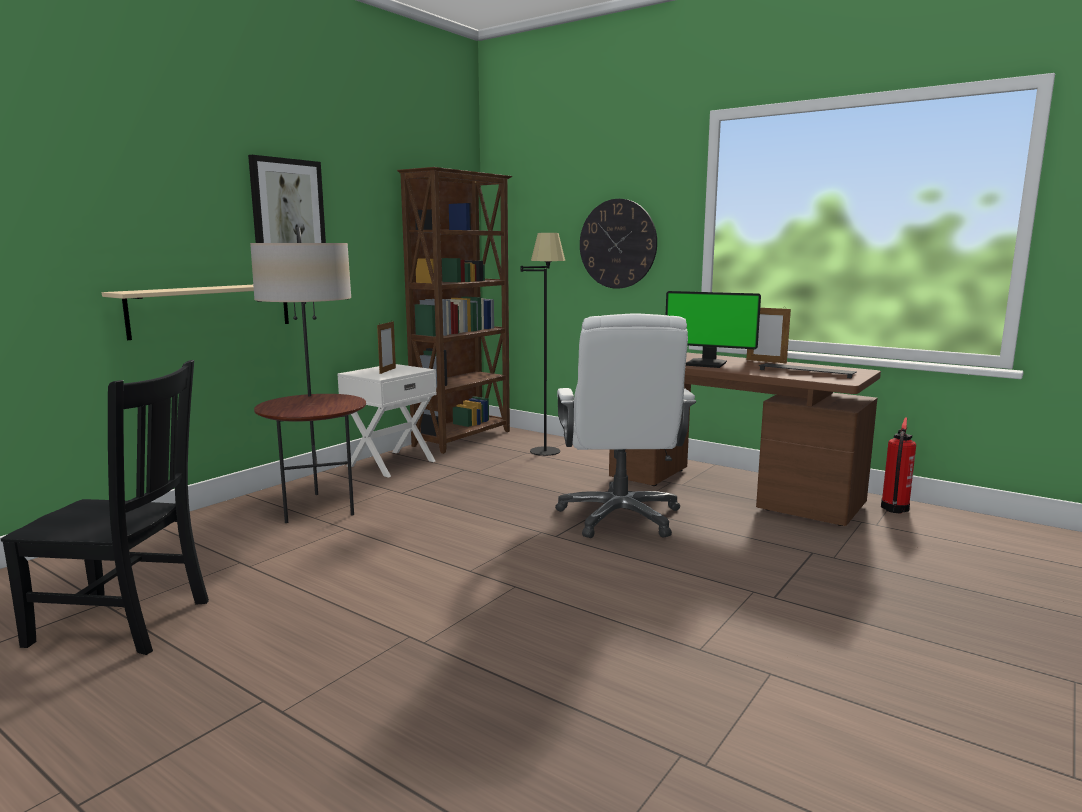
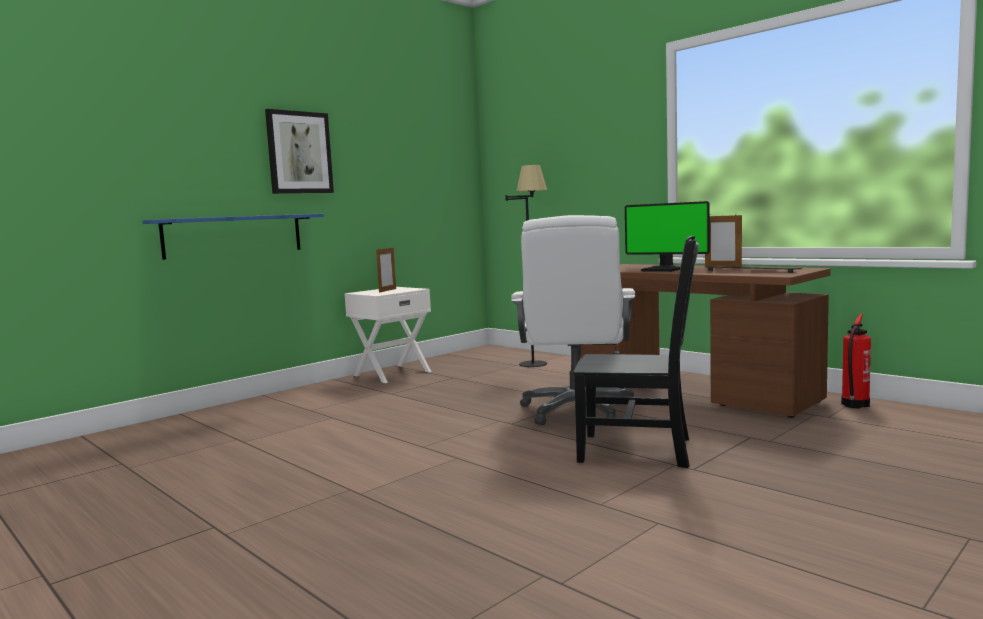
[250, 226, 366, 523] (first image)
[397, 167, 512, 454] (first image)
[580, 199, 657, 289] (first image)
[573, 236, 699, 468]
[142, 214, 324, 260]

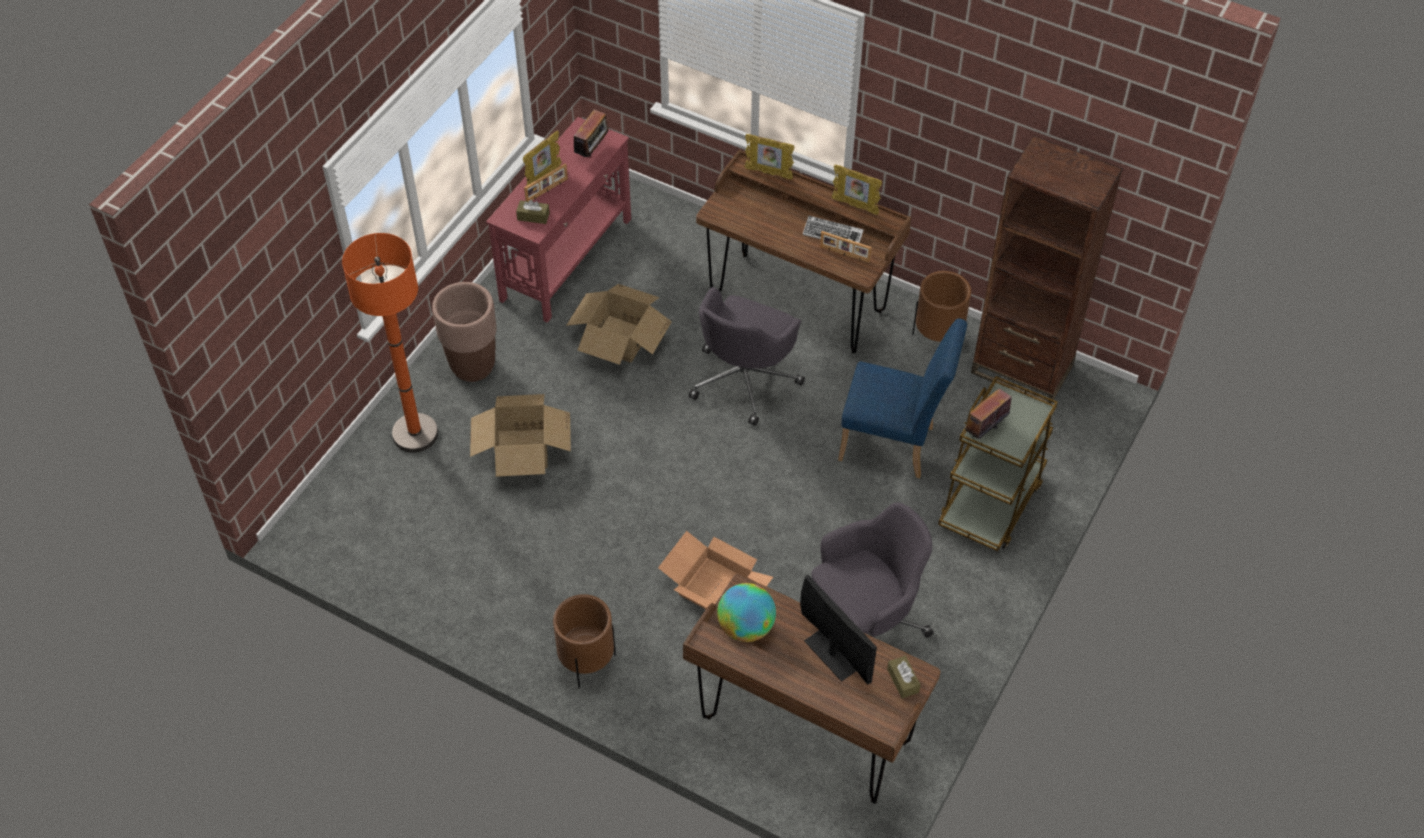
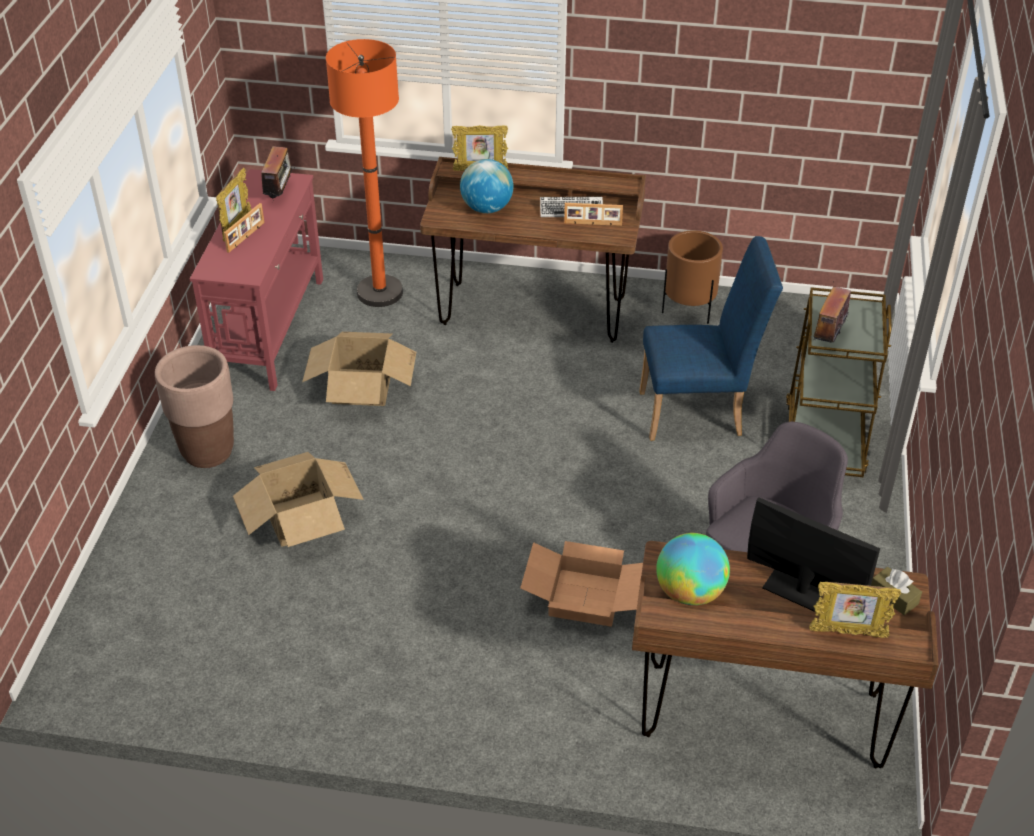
[516, 200, 550, 224] (first image)
[553, 594, 616, 689] (first image)
[689, 287, 805, 426] (first image)
[971, 136, 1123, 404] (first image)
[460, 159, 514, 213]
[326, 39, 403, 307]
[809, 582, 901, 638]

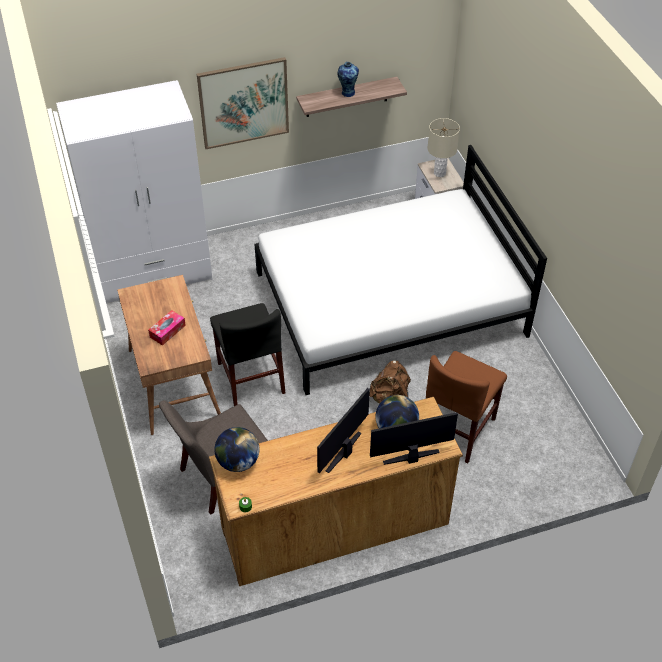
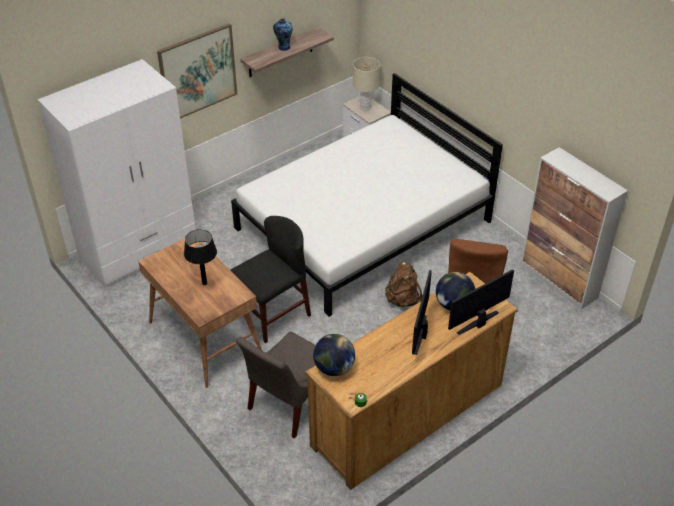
[521, 147, 628, 310]
[184, 229, 217, 285]
[230, 216, 311, 343]

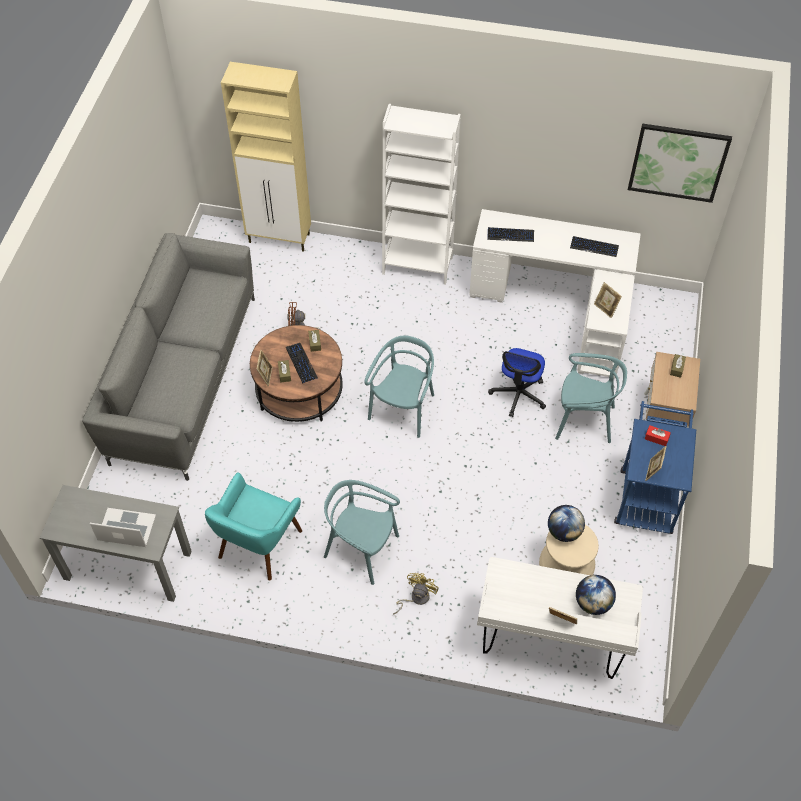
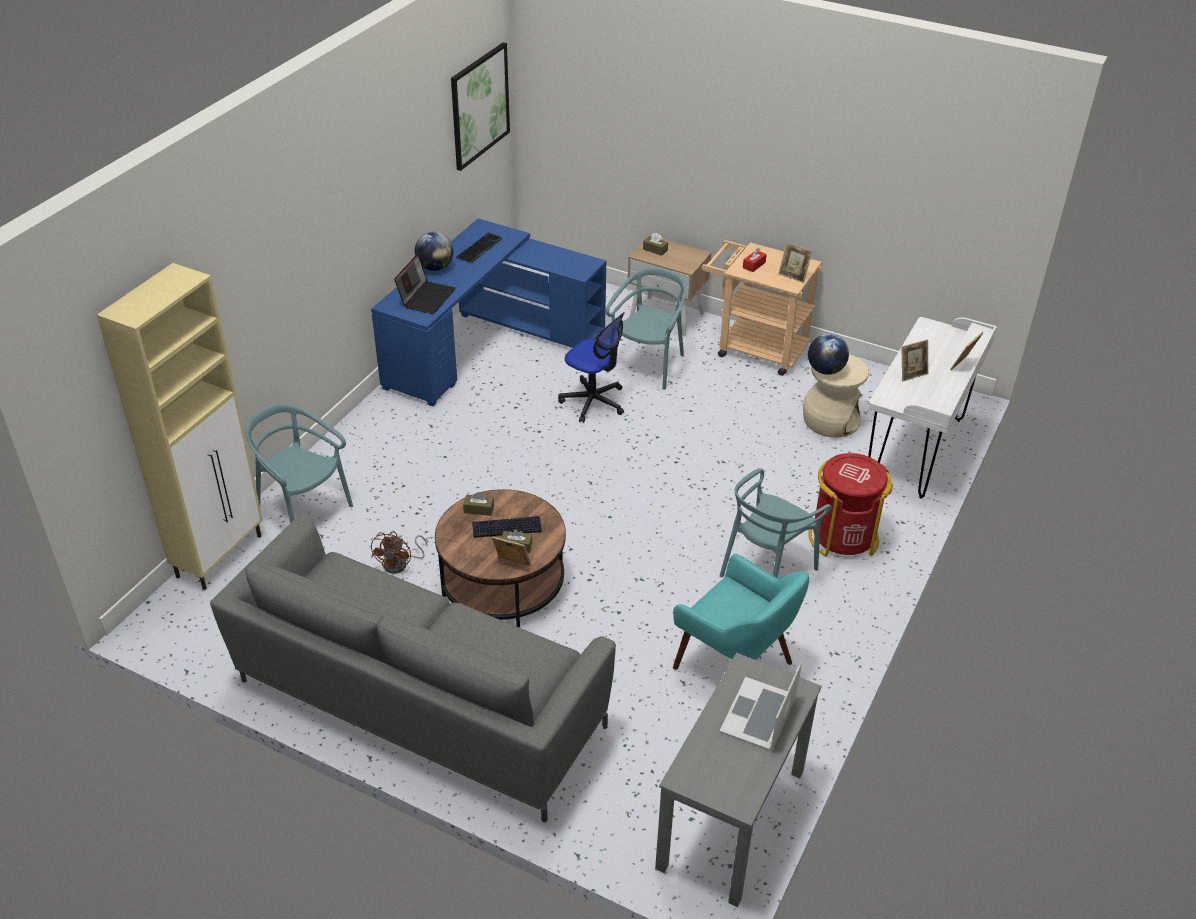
[382, 104, 461, 285] (first image)
[246, 404, 353, 523]
[415, 232, 453, 271]
[902, 340, 928, 381]
[808, 453, 893, 556]
[394, 254, 455, 314]
[371, 218, 606, 406]
[701, 240, 822, 376]

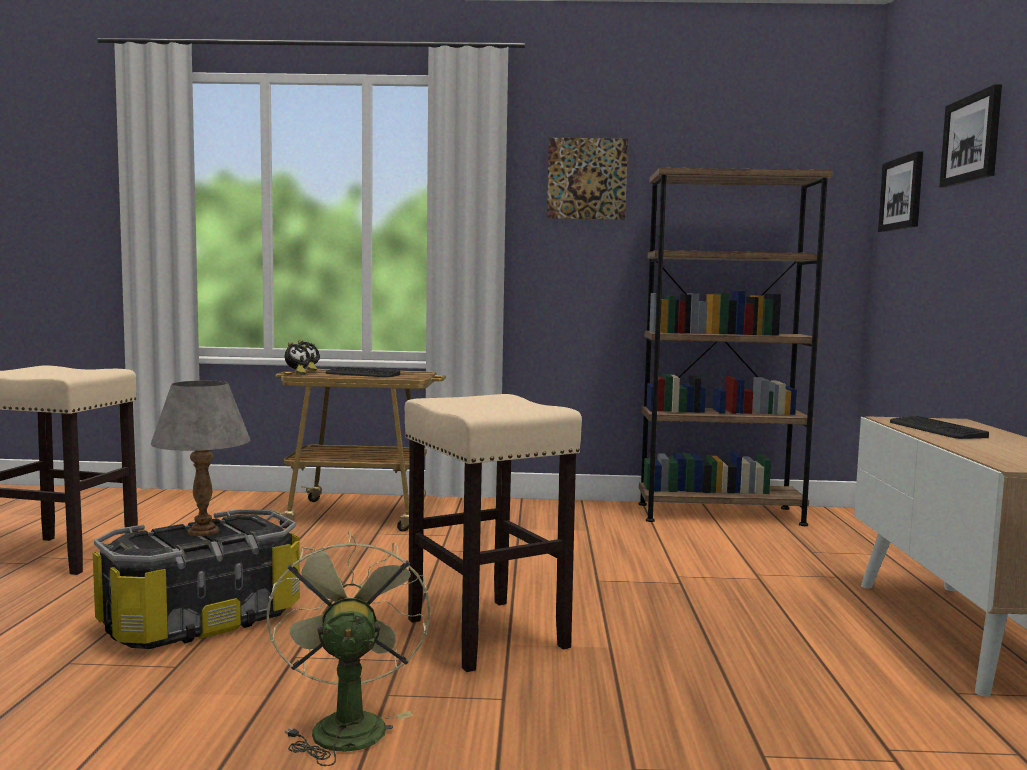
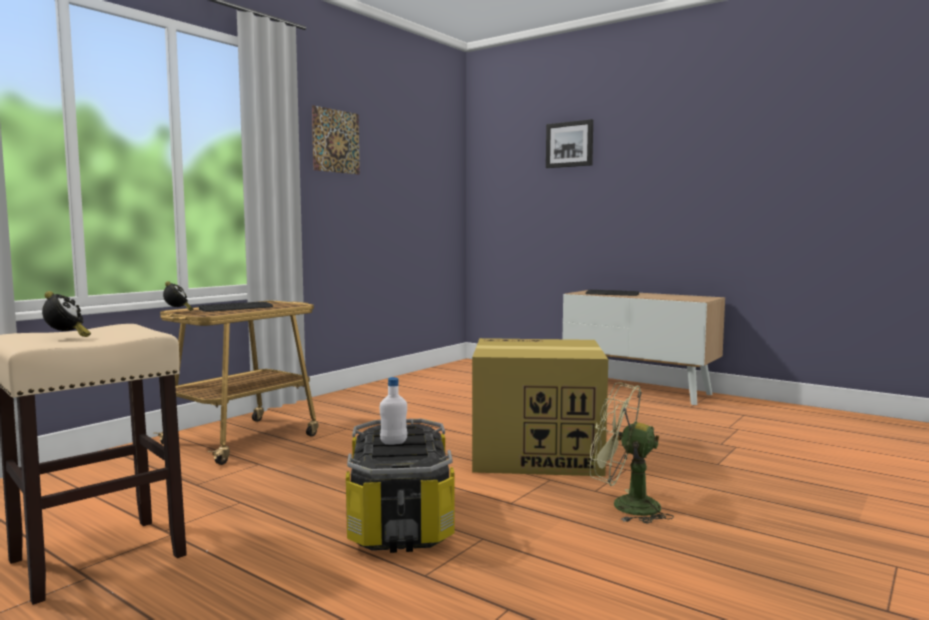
[638, 167, 832, 526] (first image)
[878, 151, 923, 232] (first image)
[42, 291, 91, 337]
[380, 377, 407, 445]
[472, 338, 608, 476]

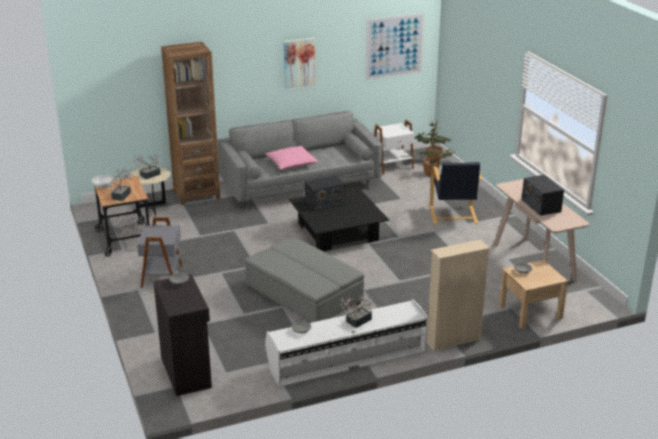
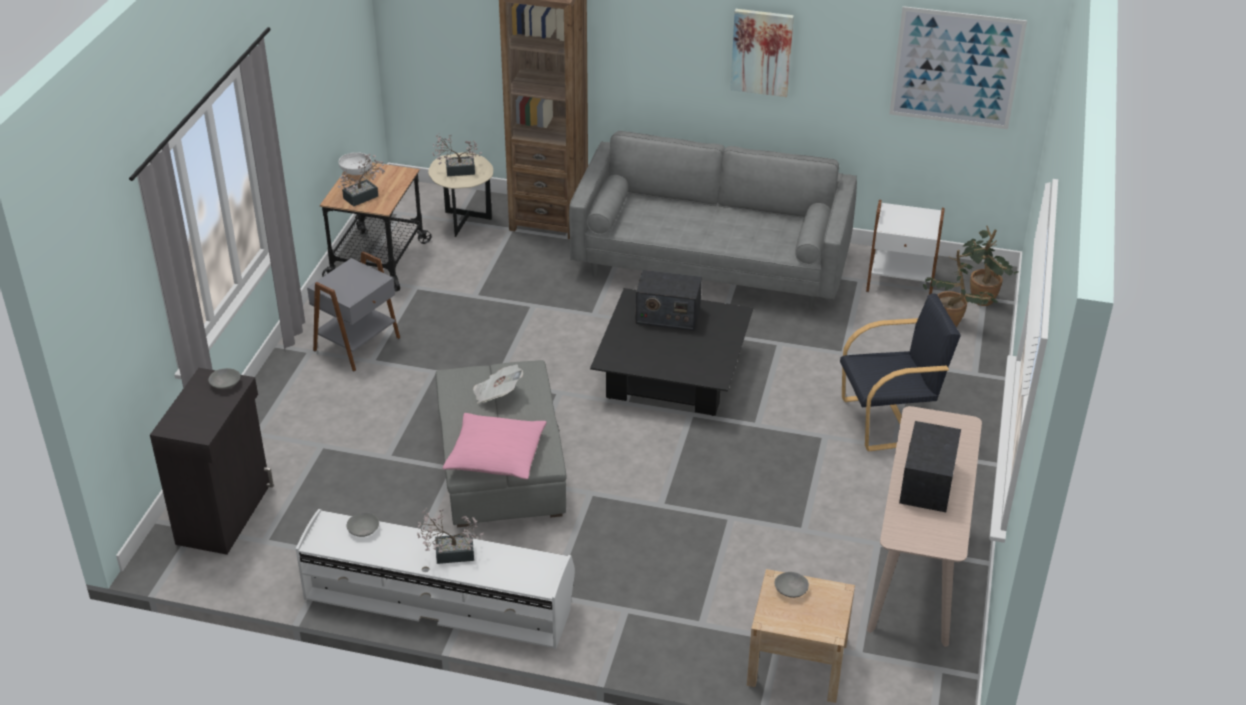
[427, 240, 490, 351] (first image)
[473, 364, 523, 403]
[442, 413, 547, 479]
[840, 293, 961, 451]

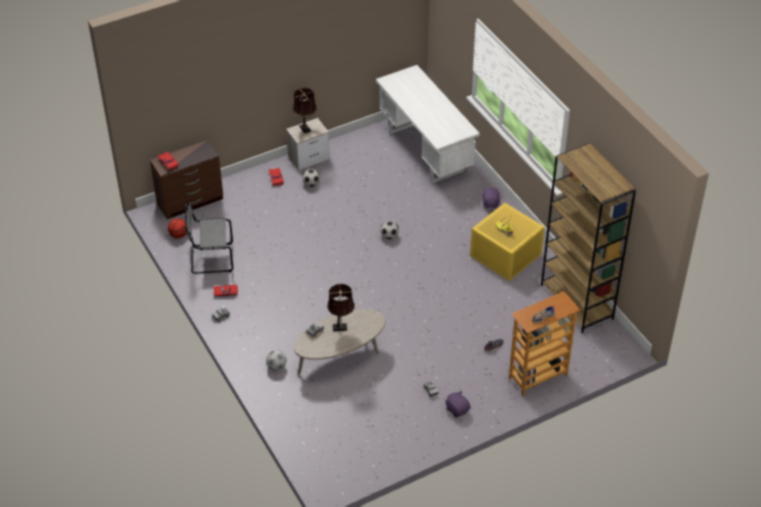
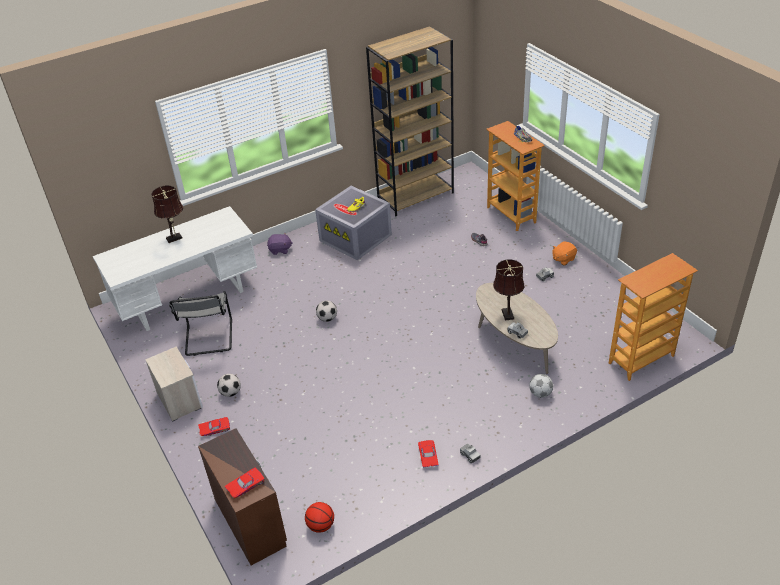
[609, 253, 698, 381]
[169, 291, 232, 356]
[151, 185, 183, 243]
[552, 241, 577, 266]
[315, 186, 392, 260]

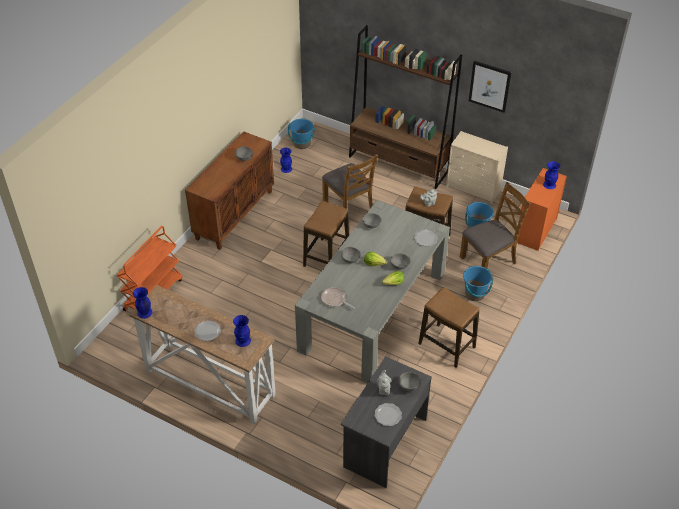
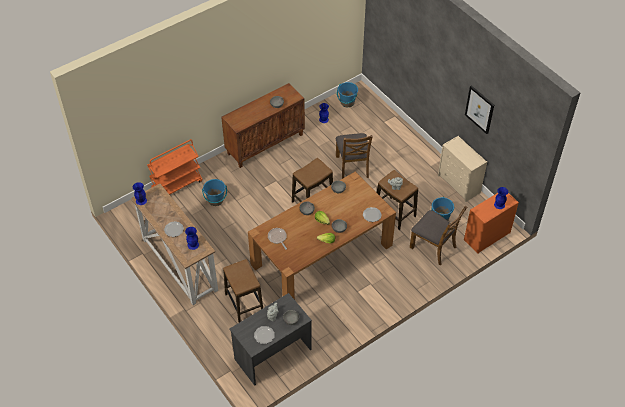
[349, 25, 462, 189] (first image)
[223, 259, 263, 322]
[202, 179, 227, 206]
[248, 171, 396, 300]
[410, 206, 467, 265]

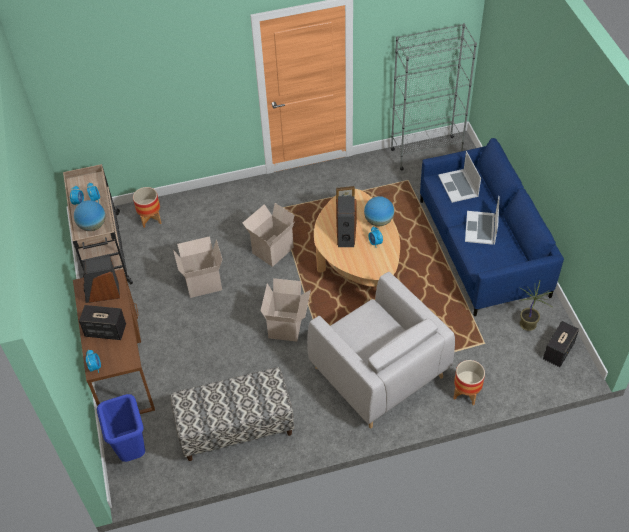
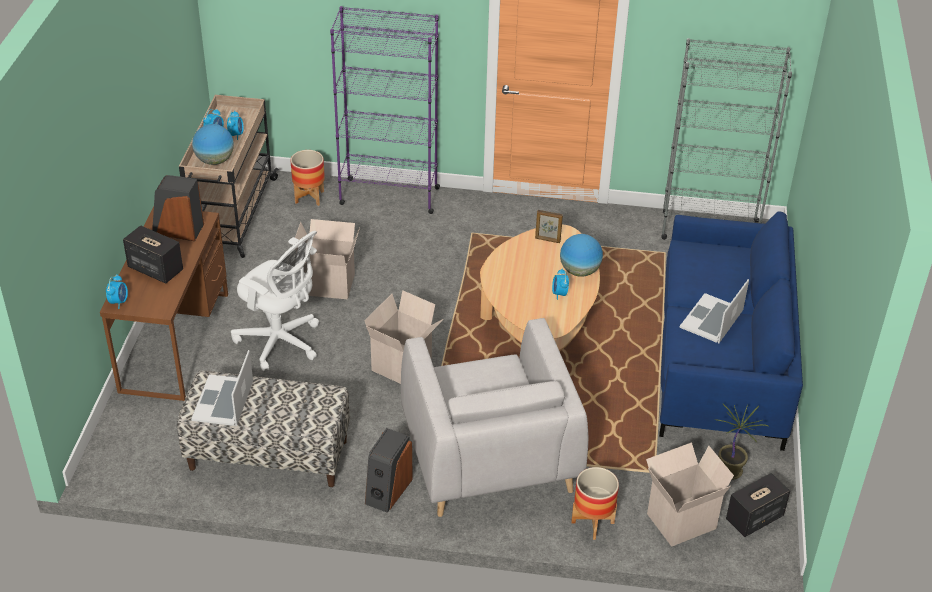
[97, 394, 145, 462] (first image)
[231, 231, 319, 371]
[330, 6, 440, 214]
[646, 442, 734, 547]
[365, 428, 413, 513]
[191, 350, 253, 426]

